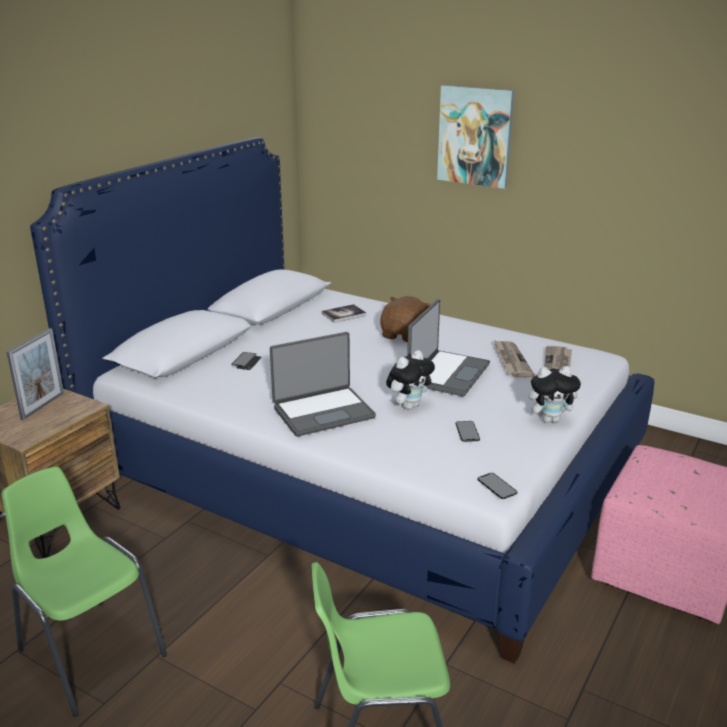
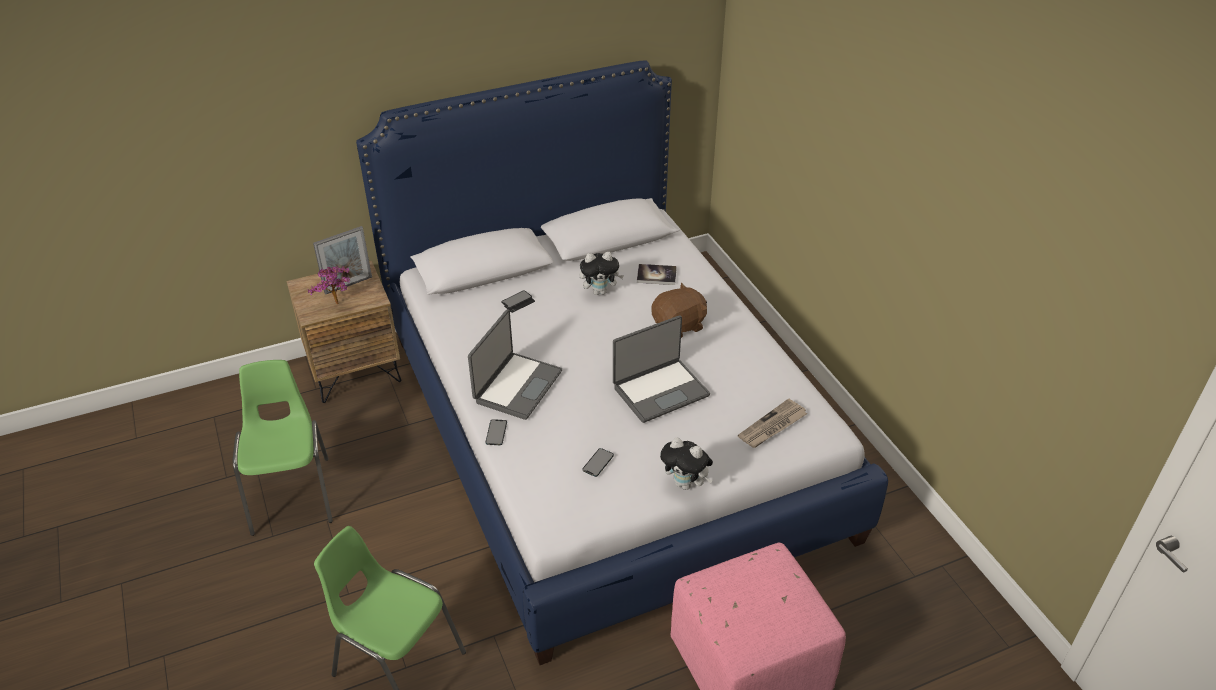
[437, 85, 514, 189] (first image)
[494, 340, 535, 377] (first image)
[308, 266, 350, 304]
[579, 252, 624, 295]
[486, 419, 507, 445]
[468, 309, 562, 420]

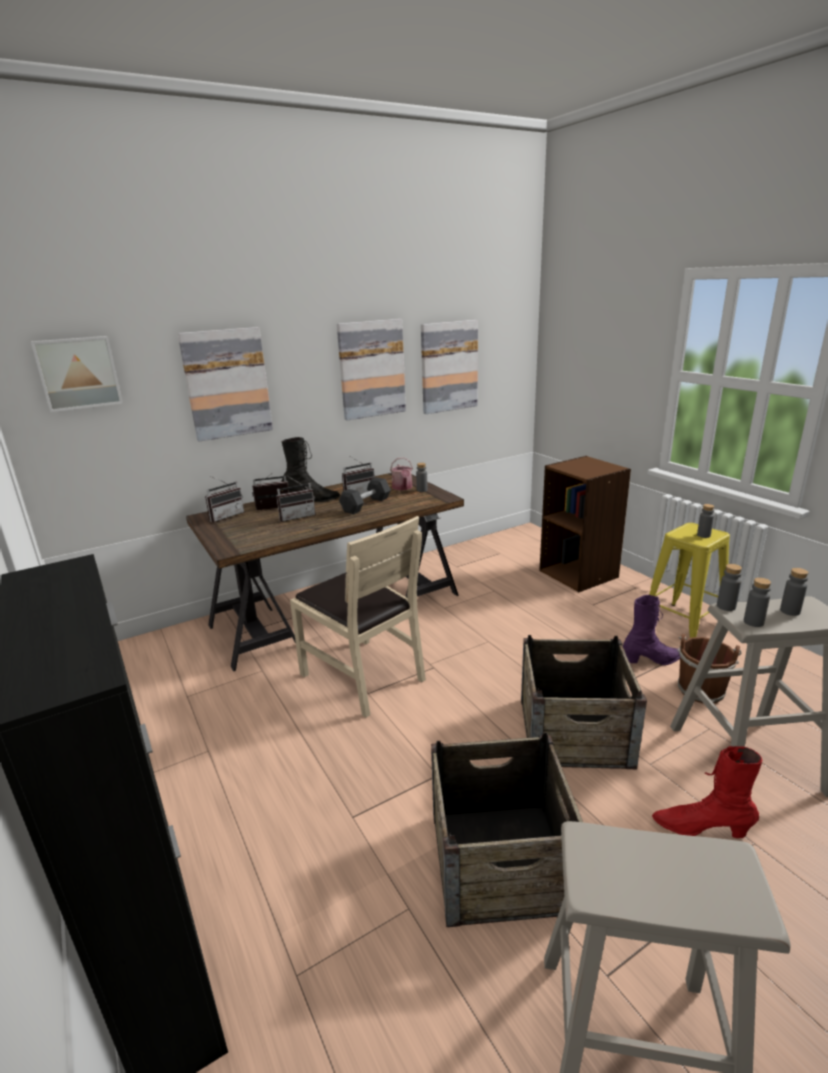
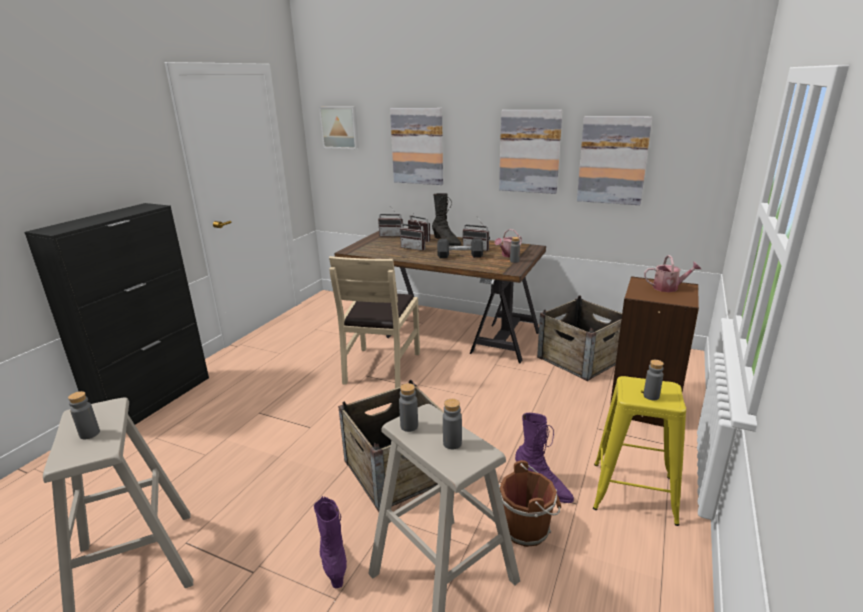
[644, 255, 701, 292]
[537, 295, 622, 381]
[68, 391, 100, 439]
[314, 496, 347, 588]

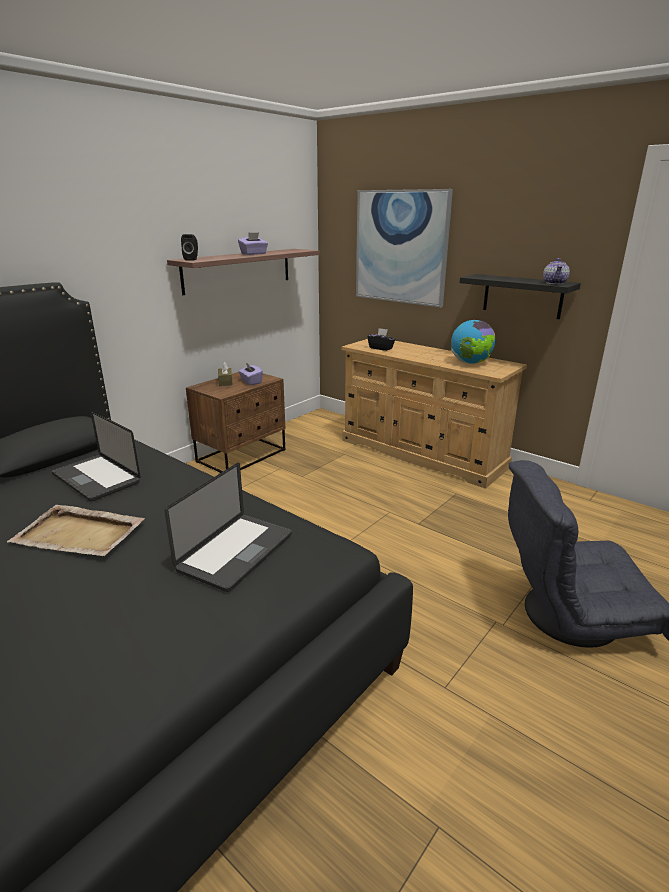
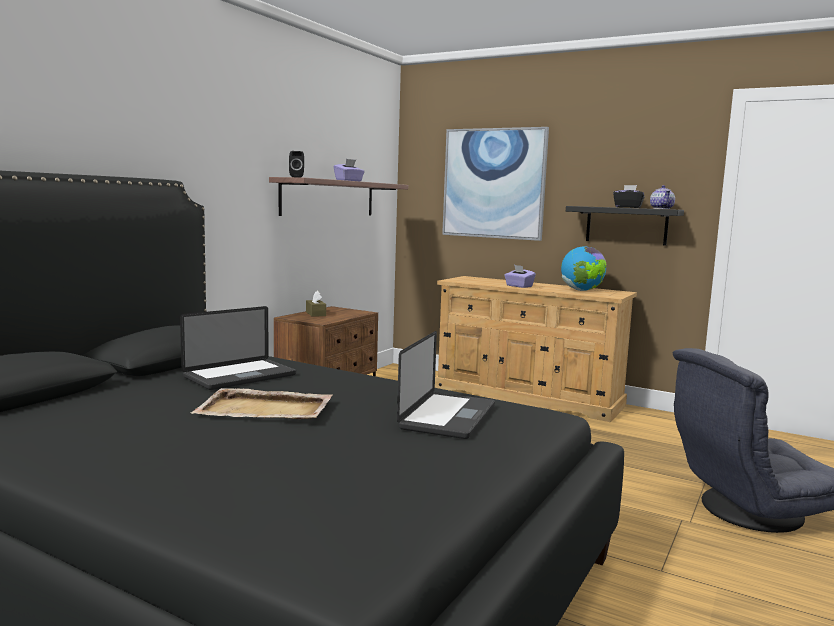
[504, 265, 536, 288]
[613, 185, 645, 208]
[180, 306, 296, 390]

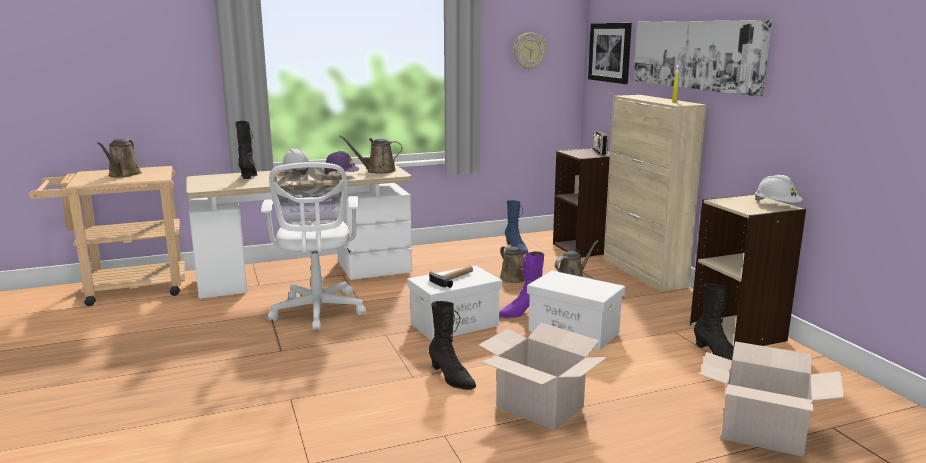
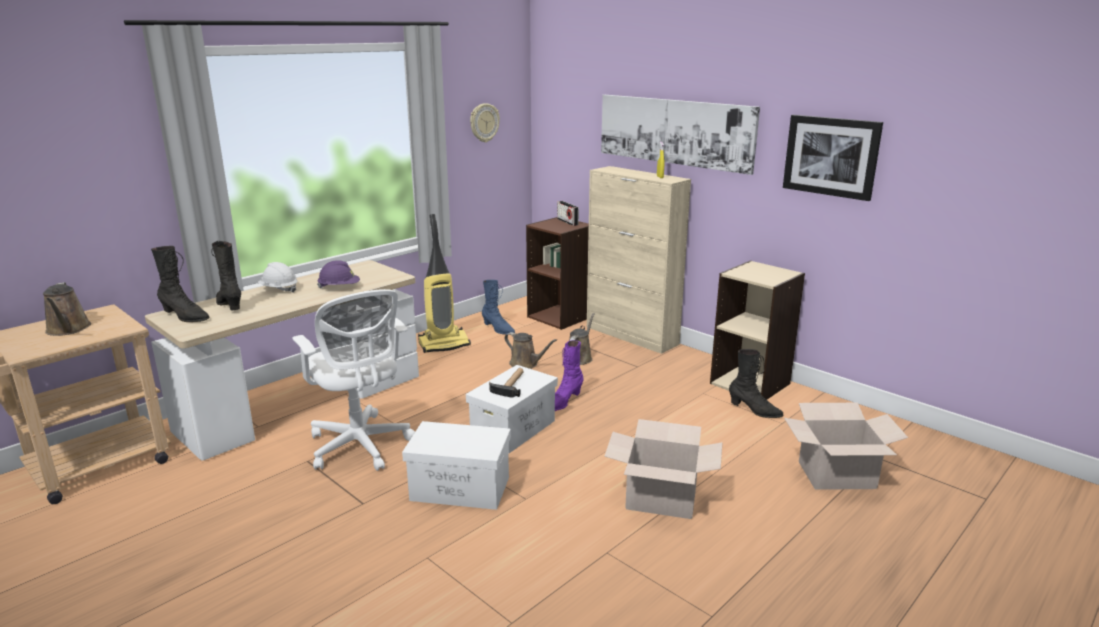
[339, 135, 402, 174] (first image)
[755, 175, 803, 203] (first image)
[418, 214, 471, 353]
[151, 246, 210, 322]
[402, 421, 511, 510]
[783, 115, 883, 201]

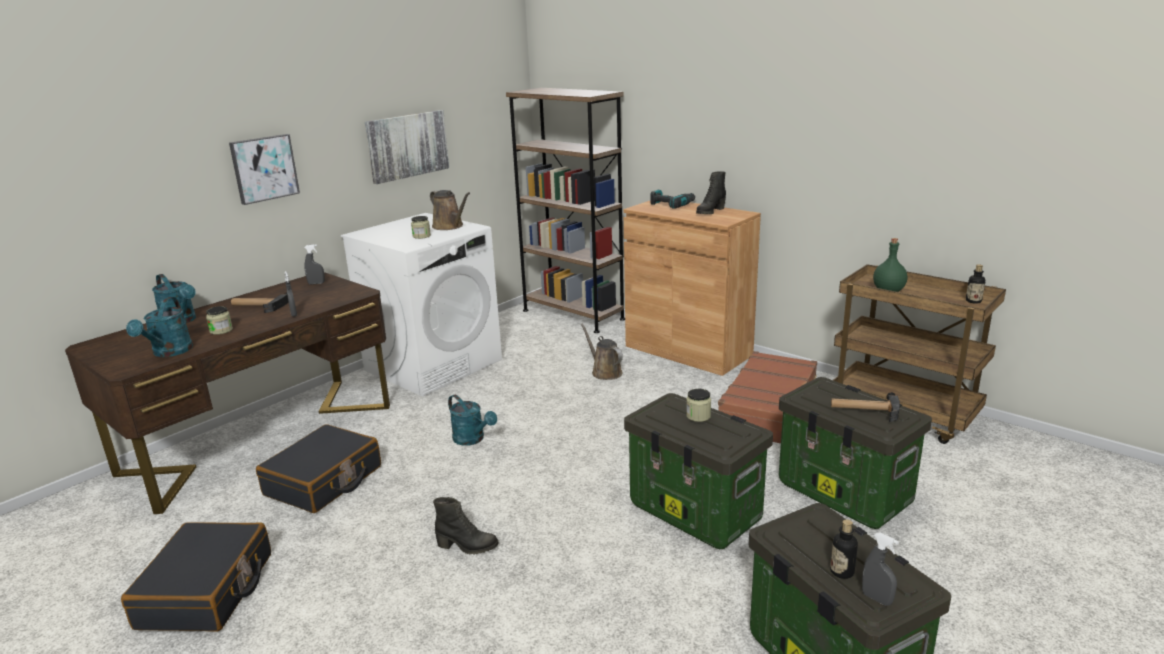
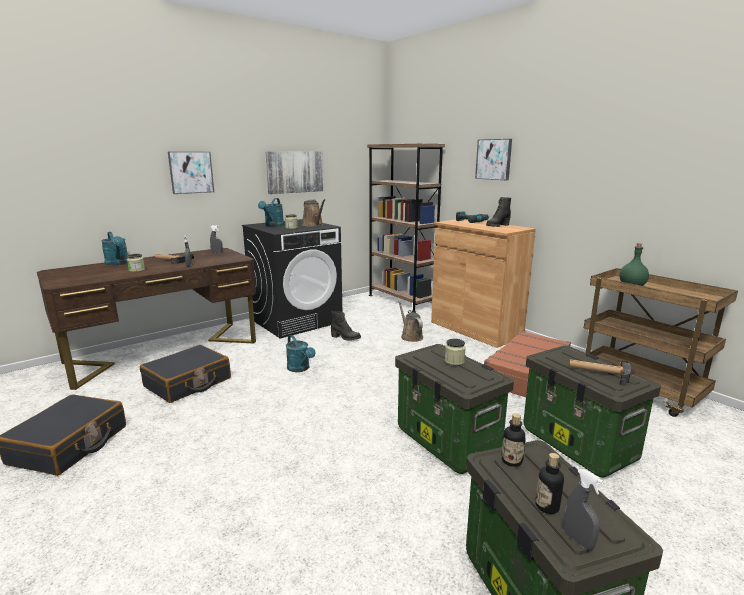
[475, 139, 512, 180]
[258, 198, 284, 227]
[331, 311, 361, 341]
[501, 413, 526, 467]
[242, 219, 342, 338]

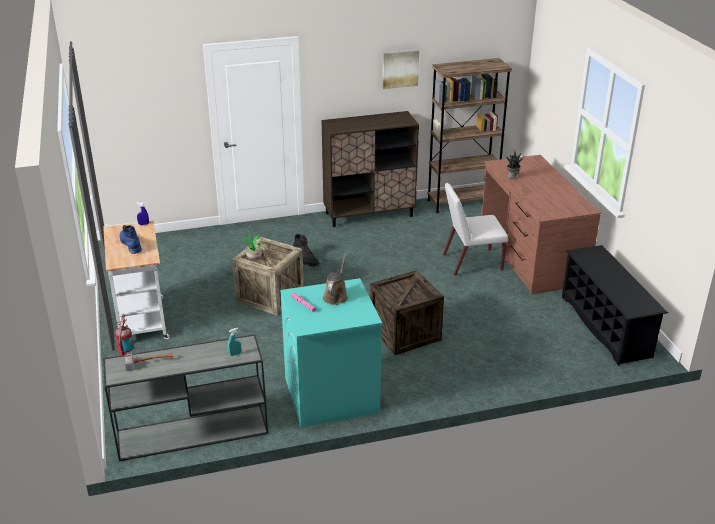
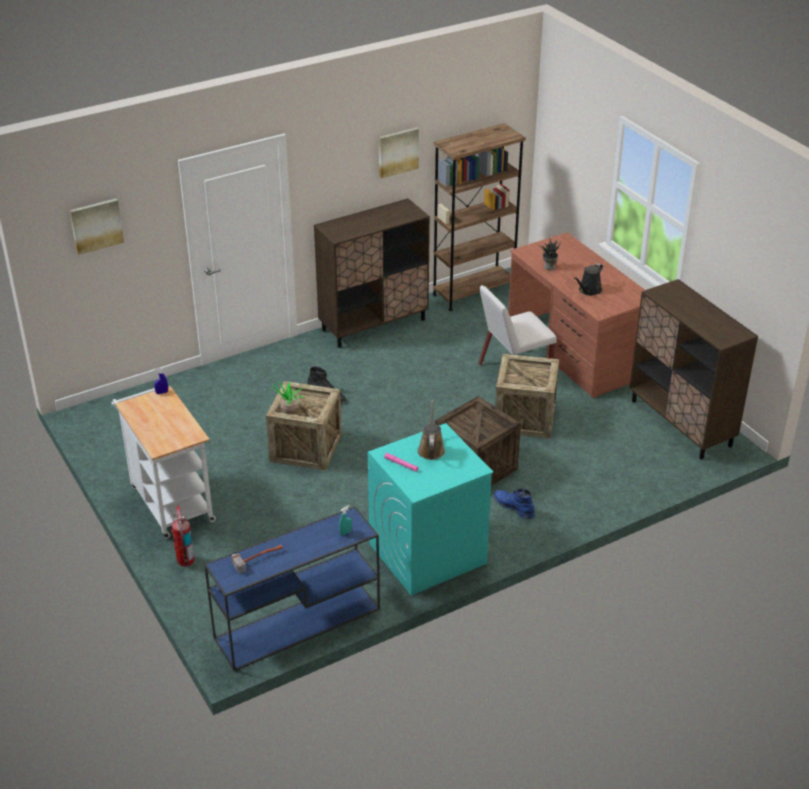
[69, 199, 124, 255]
[495, 354, 559, 439]
[574, 263, 603, 296]
[493, 488, 535, 519]
[629, 279, 758, 459]
[204, 506, 380, 671]

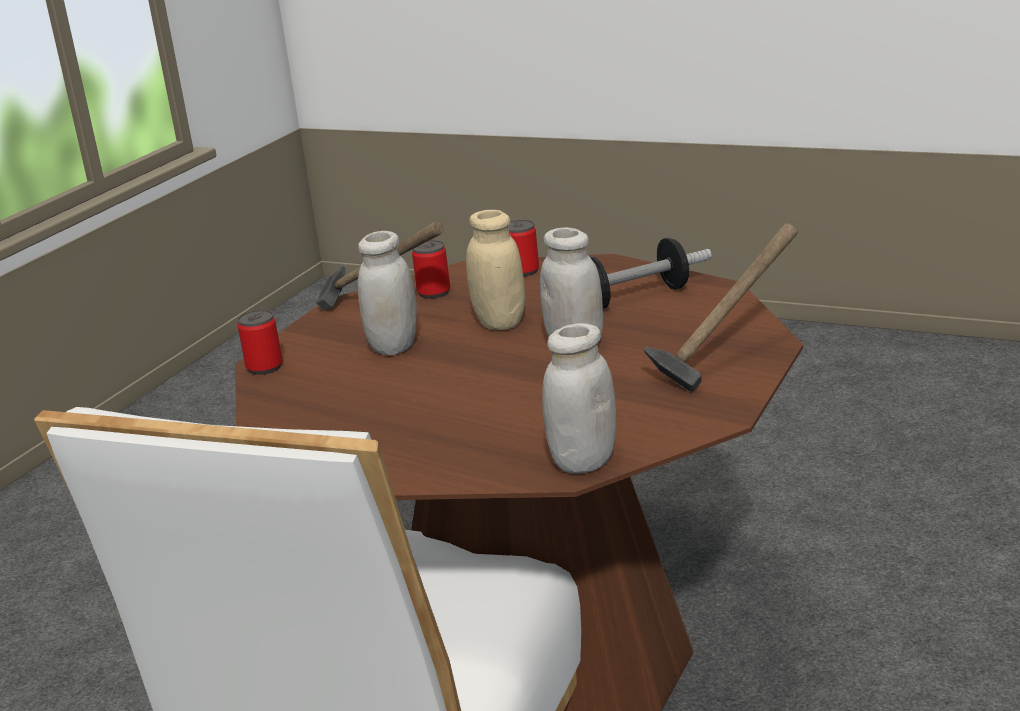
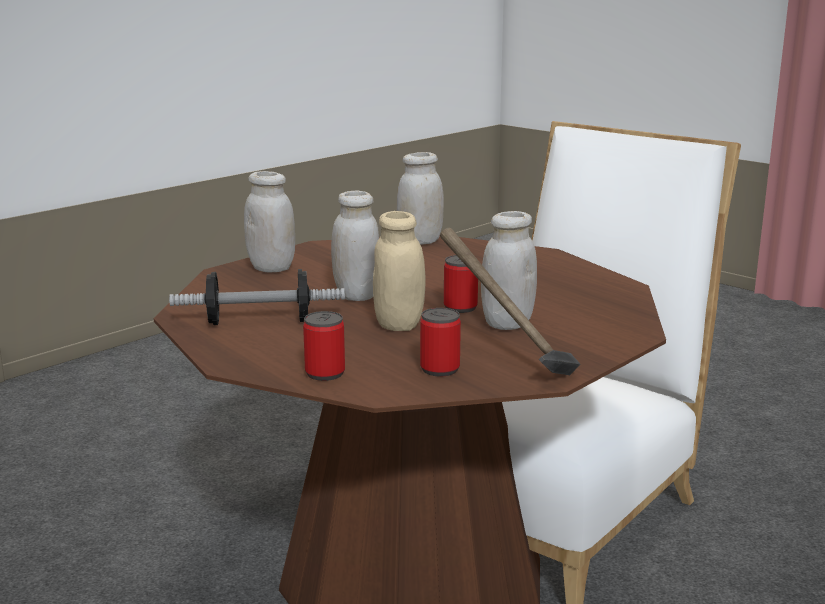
[444, 255, 478, 313]
[244, 171, 295, 272]

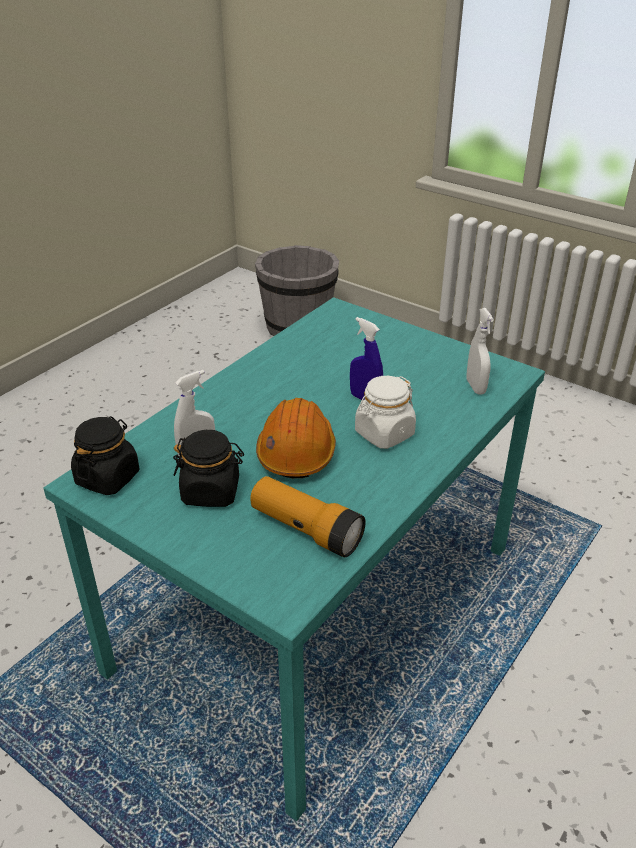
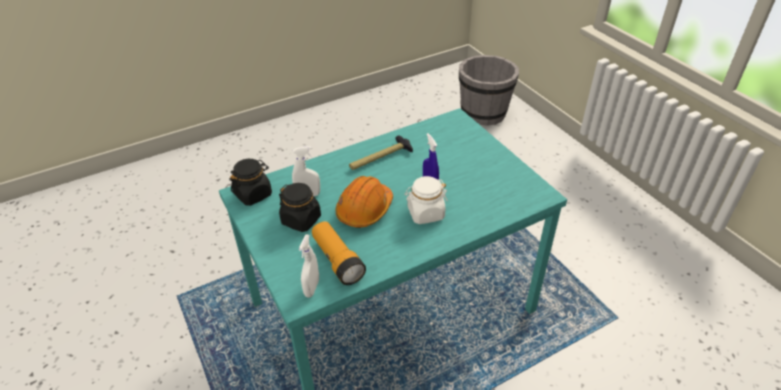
[349, 135, 413, 170]
[299, 234, 319, 298]

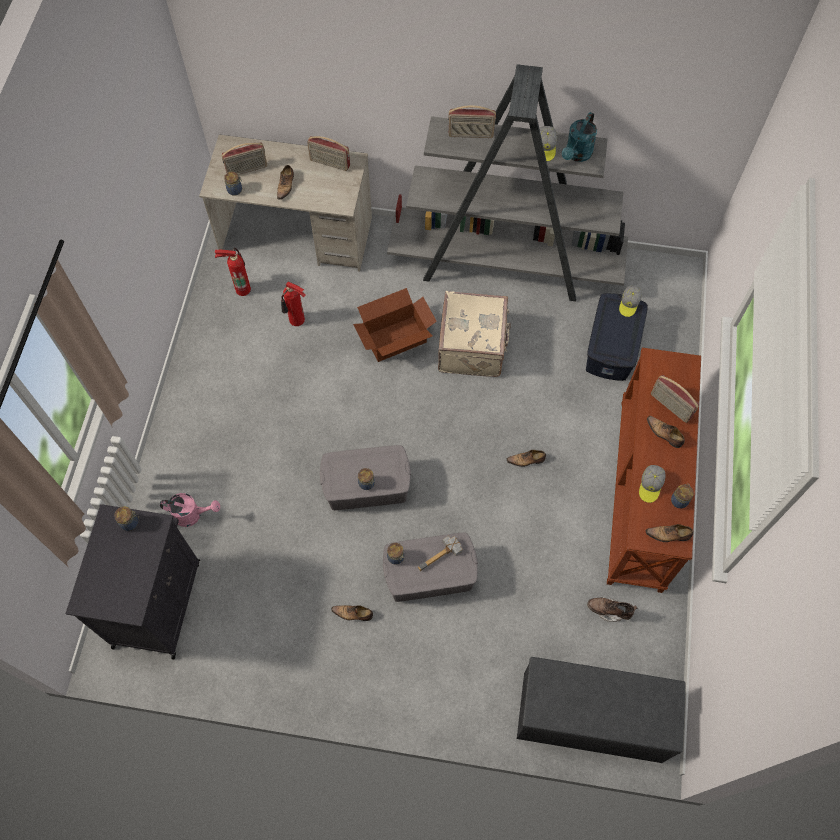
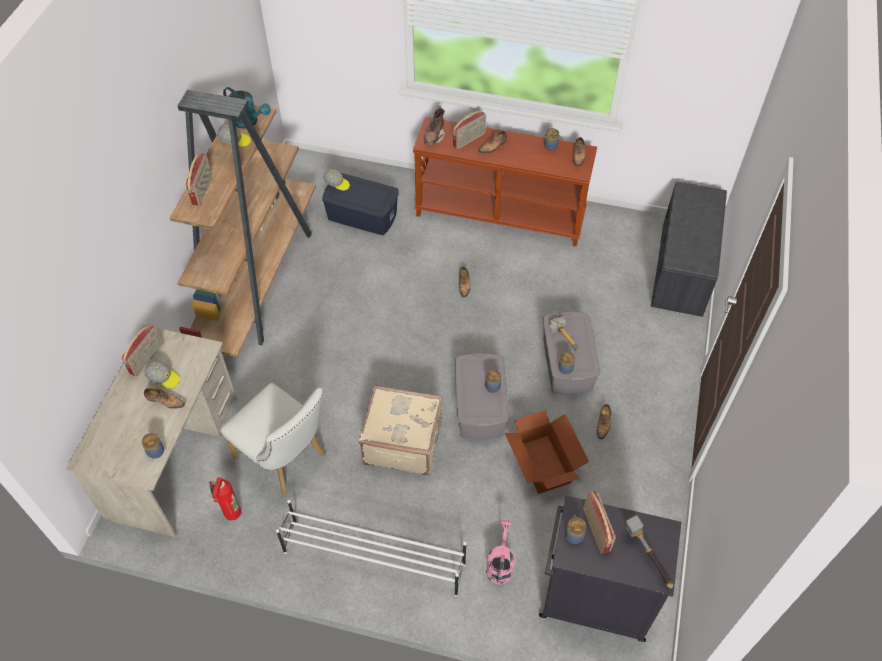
[276, 500, 467, 596]
[626, 515, 673, 589]
[583, 491, 616, 554]
[505, 410, 589, 494]
[359, 385, 443, 475]
[423, 106, 445, 145]
[144, 360, 179, 388]
[221, 383, 326, 496]
[169, 89, 316, 357]

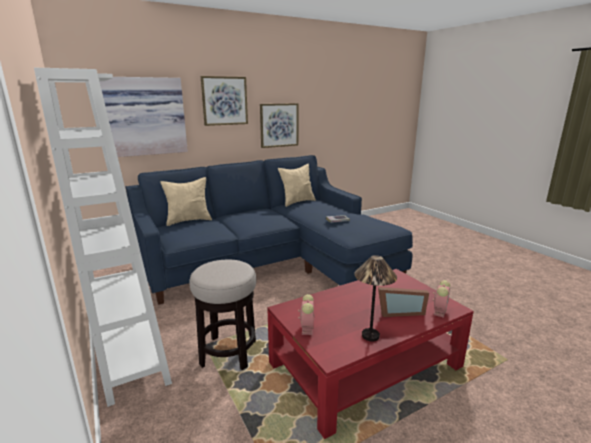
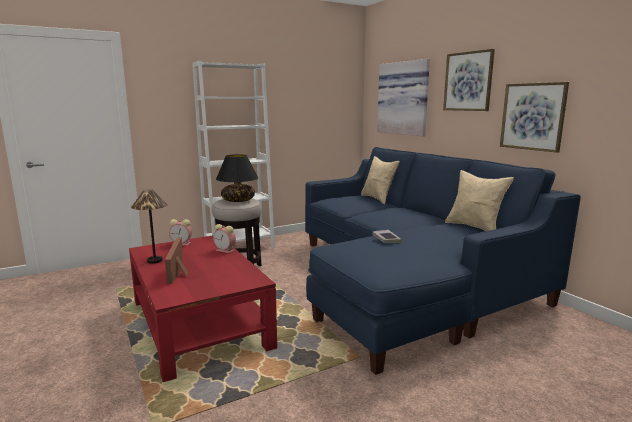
[216, 154, 258, 202]
[213, 224, 236, 253]

